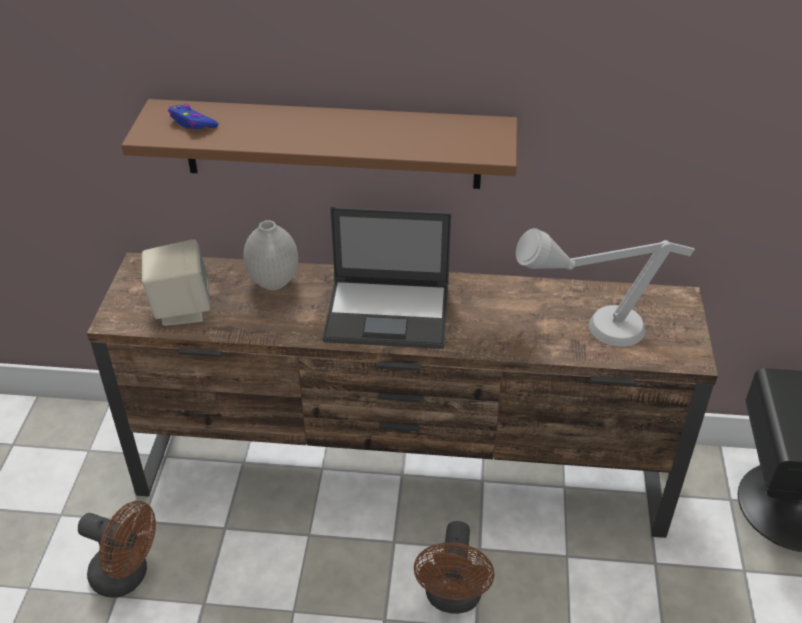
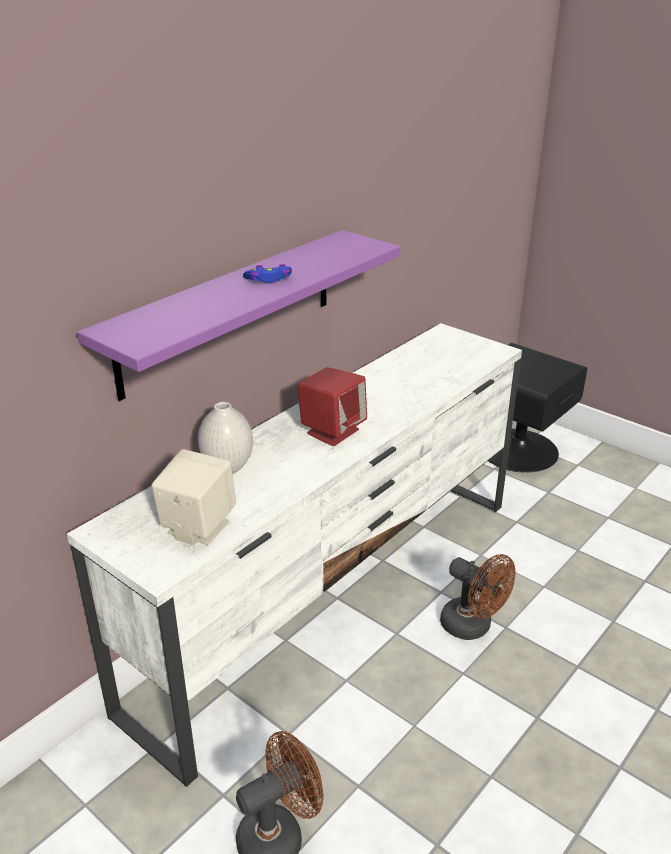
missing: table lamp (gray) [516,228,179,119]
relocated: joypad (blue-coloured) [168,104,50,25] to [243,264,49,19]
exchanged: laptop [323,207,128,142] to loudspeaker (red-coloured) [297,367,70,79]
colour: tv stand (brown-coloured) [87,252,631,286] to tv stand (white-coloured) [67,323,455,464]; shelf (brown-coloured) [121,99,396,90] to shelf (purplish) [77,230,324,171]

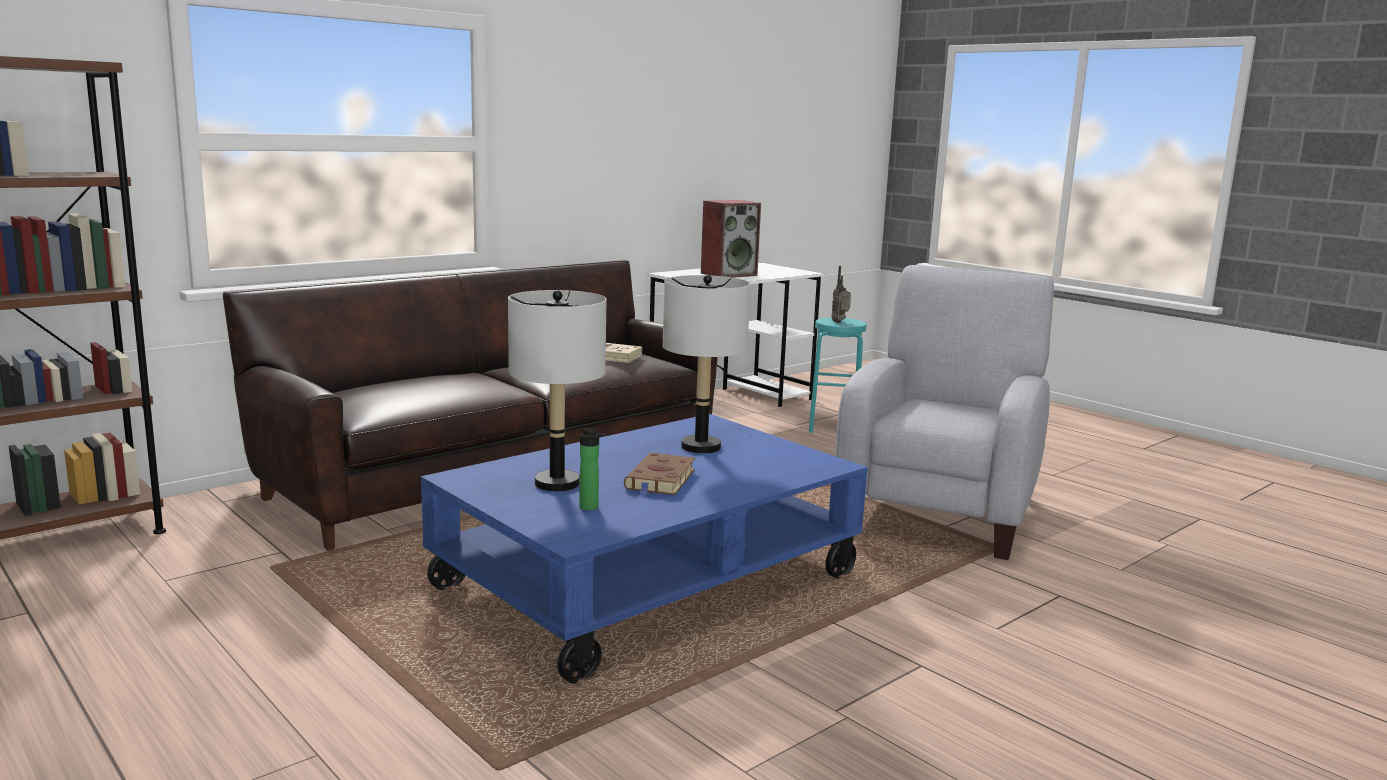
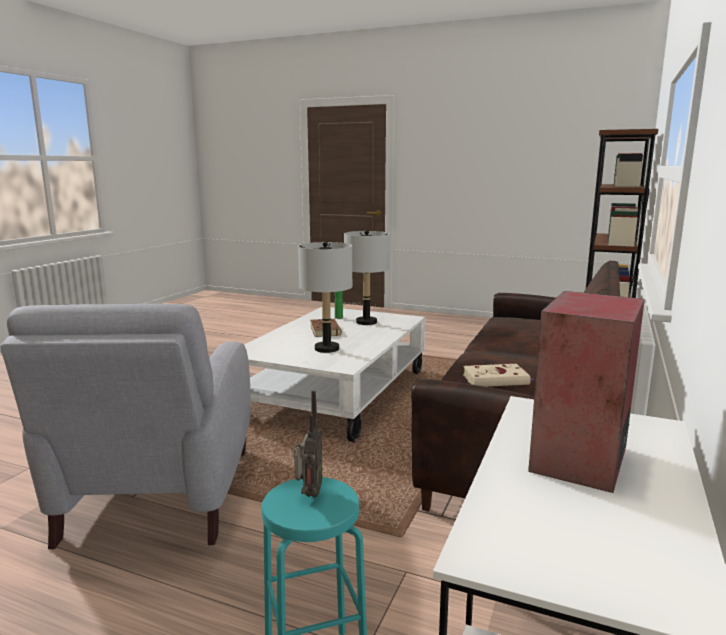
colour: lounge table (blue-coloured) [421,414,447,270] to lounge table (white-coloured) [244,307,182,135]

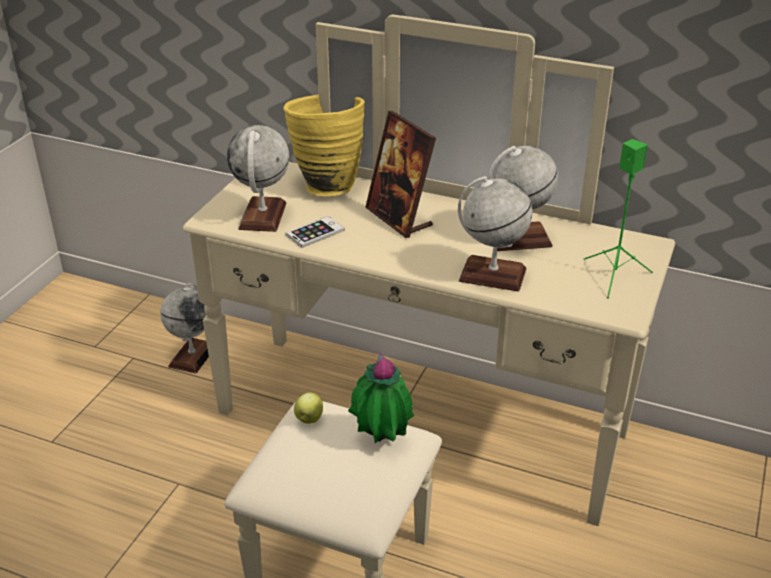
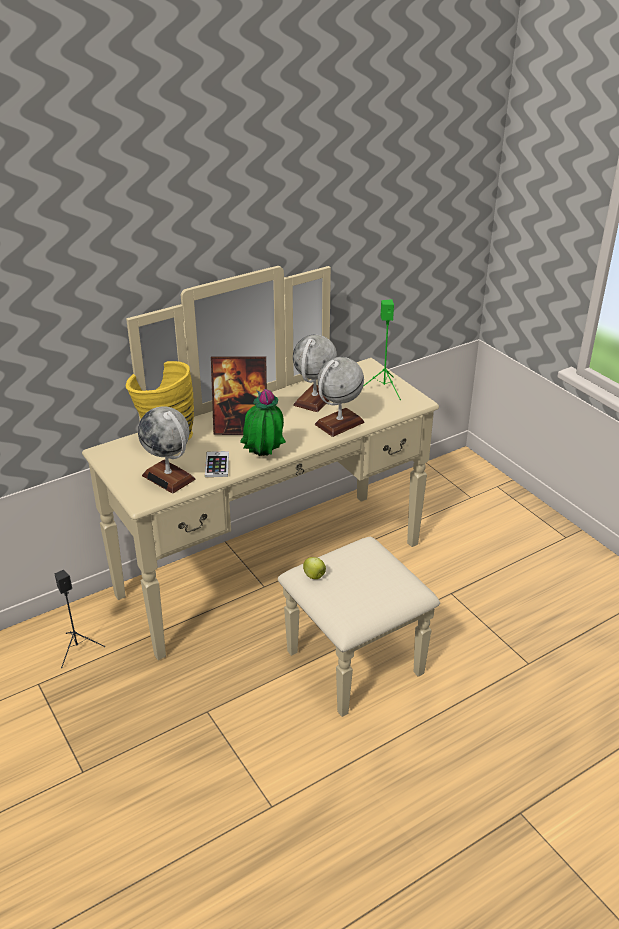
relocated: plant in a pot [348,352,66,91] to [240,389,46,67]
exchanged: world globe [160,283,49,91] to loudspeaker (blackish) [55,570,50,98]

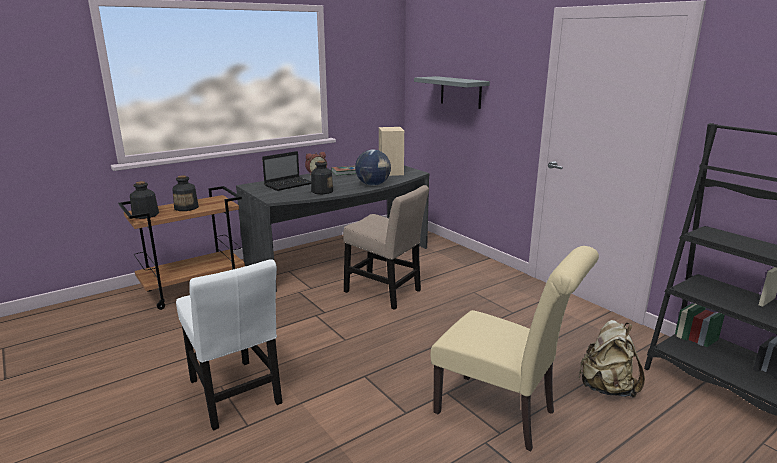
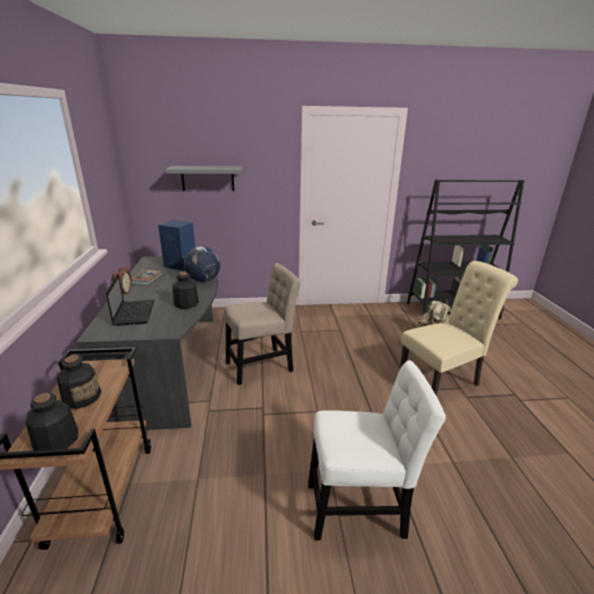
colour: loudspeaker (beige-coloured) [379,127,25,49] to loudspeaker (blue-coloured) [158,220,37,51]

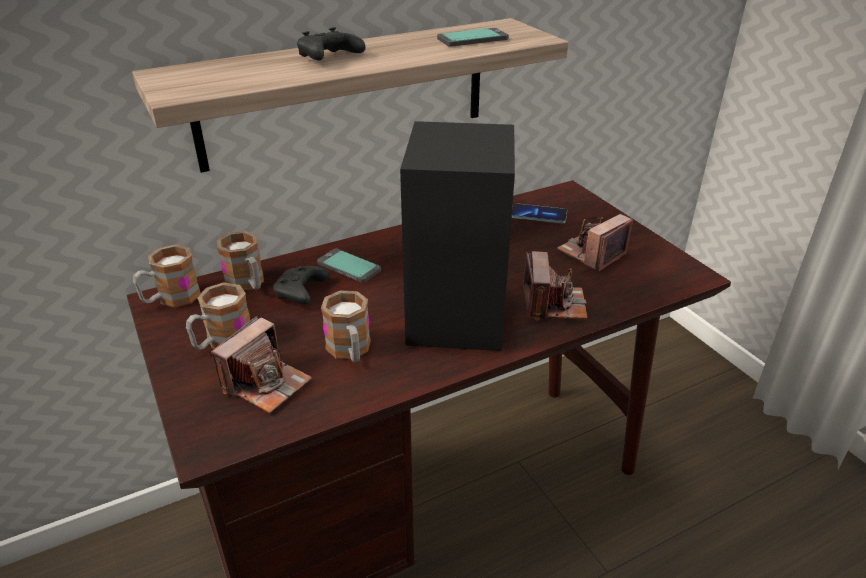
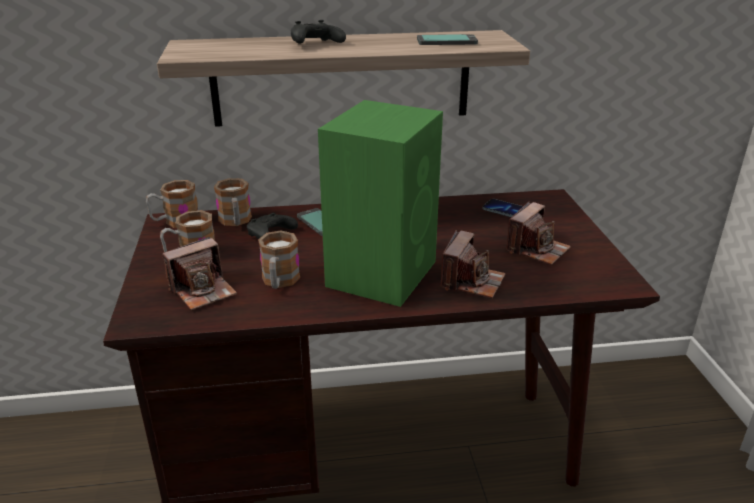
colour: loudspeaker (blackish) [400,121,115,230] to loudspeaker (greenish) [318,100,125,207]
spun: photo camera [557,214,76,57] = [506,202,65,63] 150 degrees clockwise

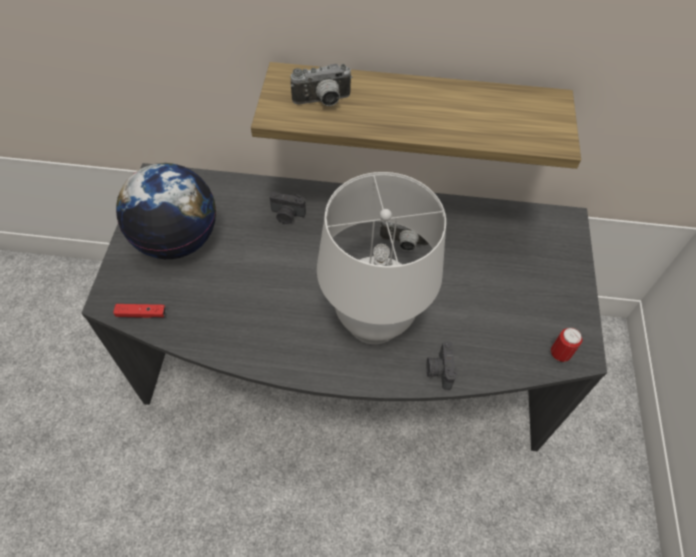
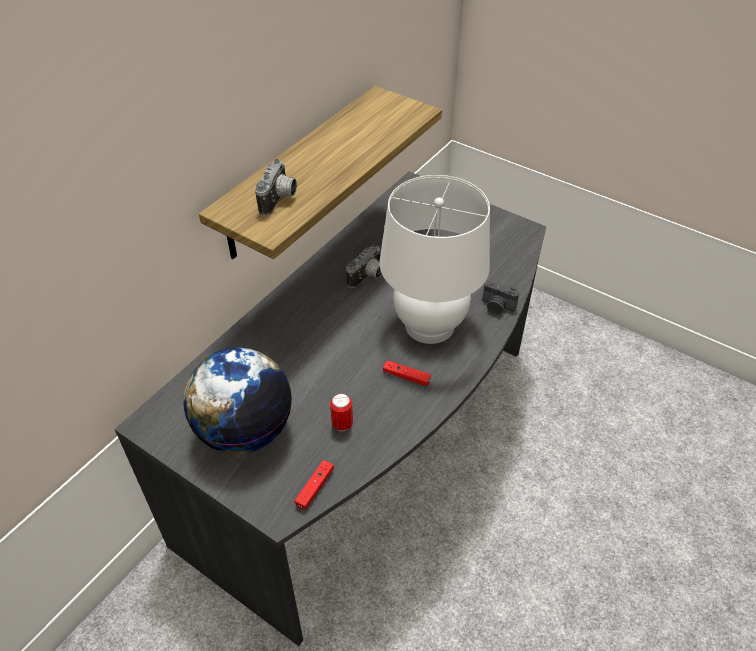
missing: photo camera [270,192,36,32]
appeared: joypad (red-coloured) [383,360,48,26]
relocated: metal can [551,328,31,34] to [330,393,23,38]

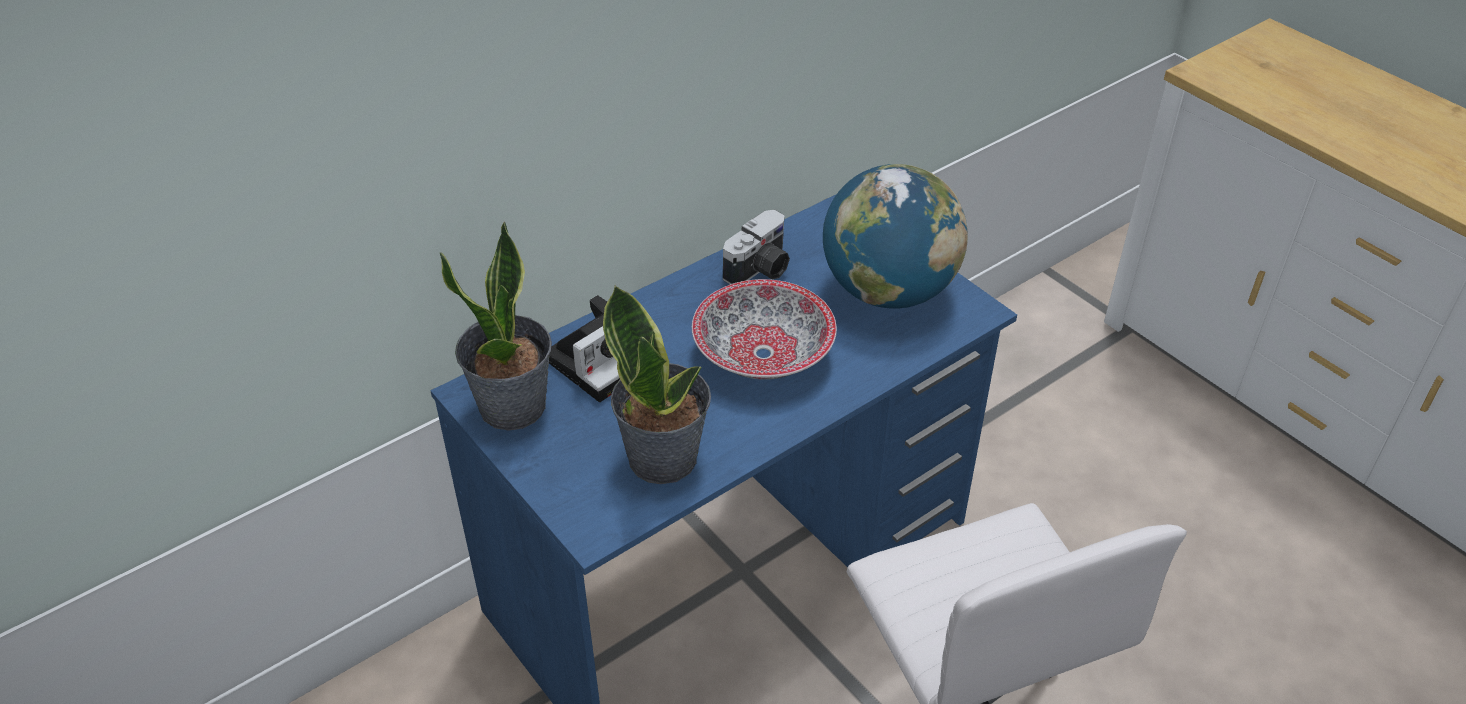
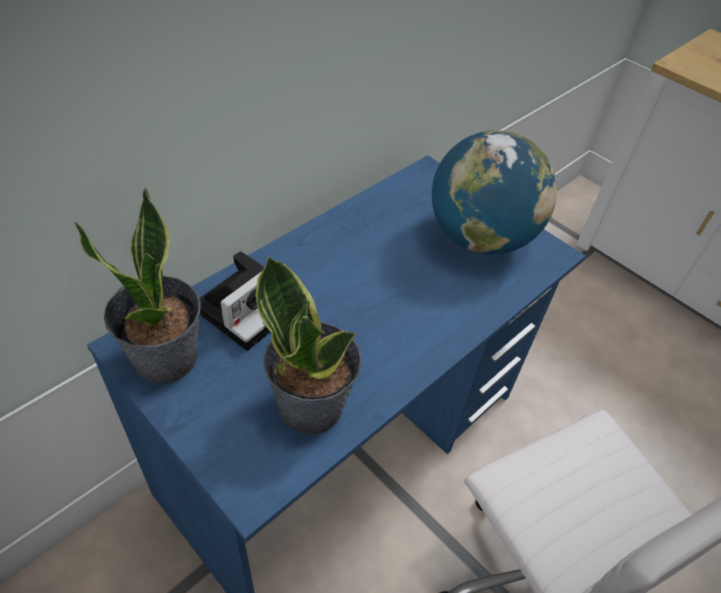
missing: deep dish [692,279,145,101]; photo camera [723,210,67,74]

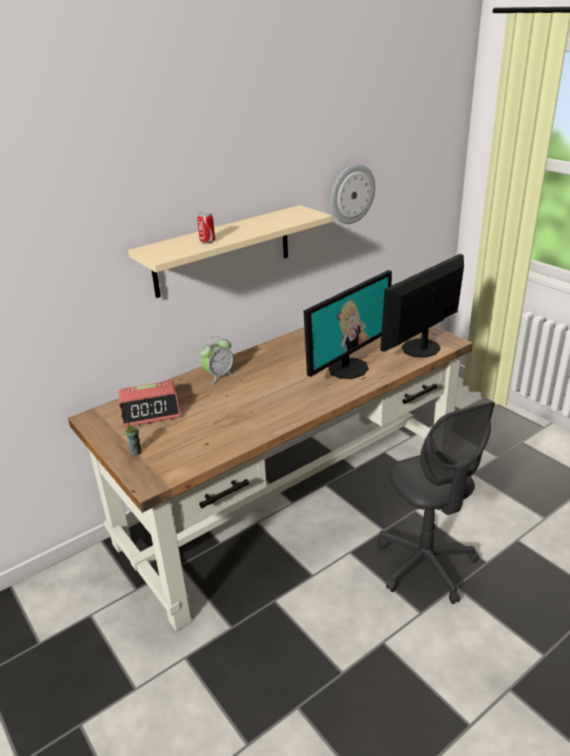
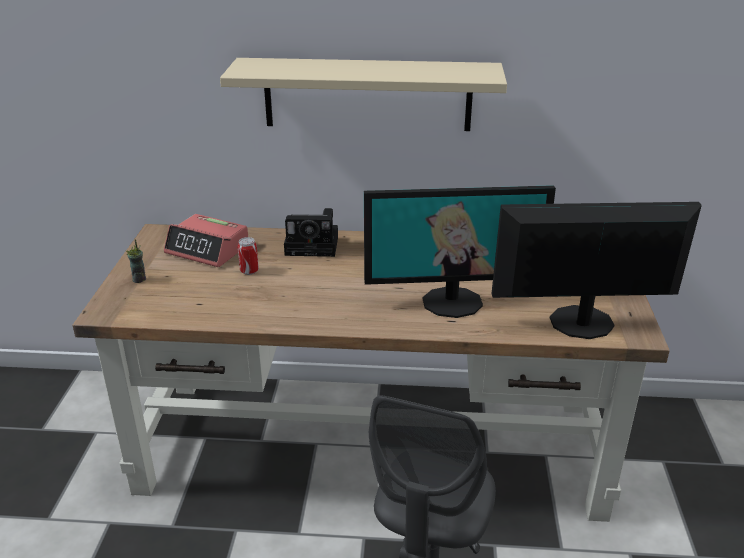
missing: hanging clock [331,164,44,60]
relocated: metal can [197,211,18,32] to [237,237,22,38]
exchanged: table clock [199,336,36,48] to photo camera [284,208,54,49]

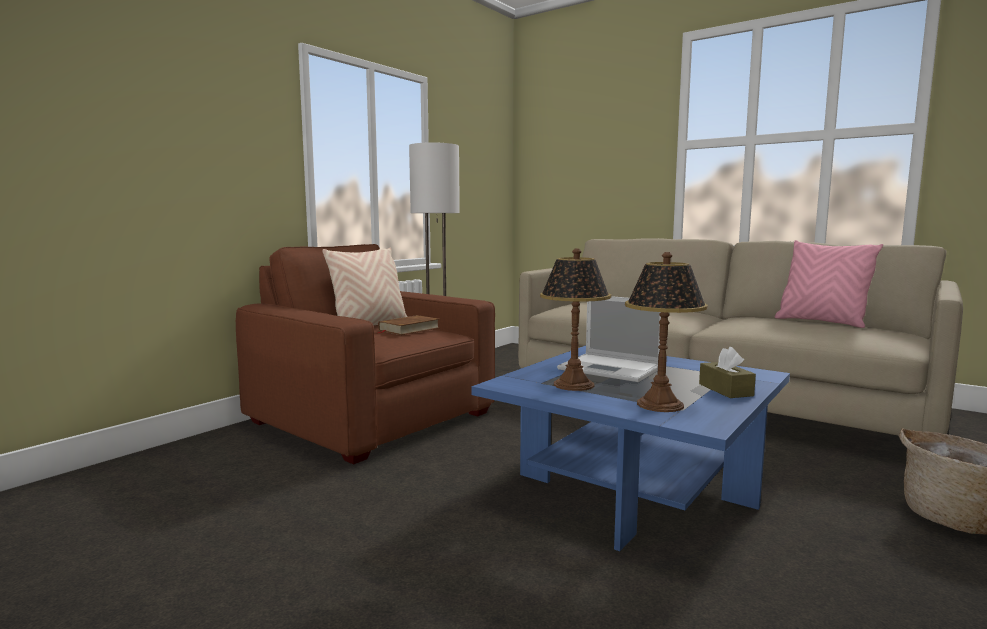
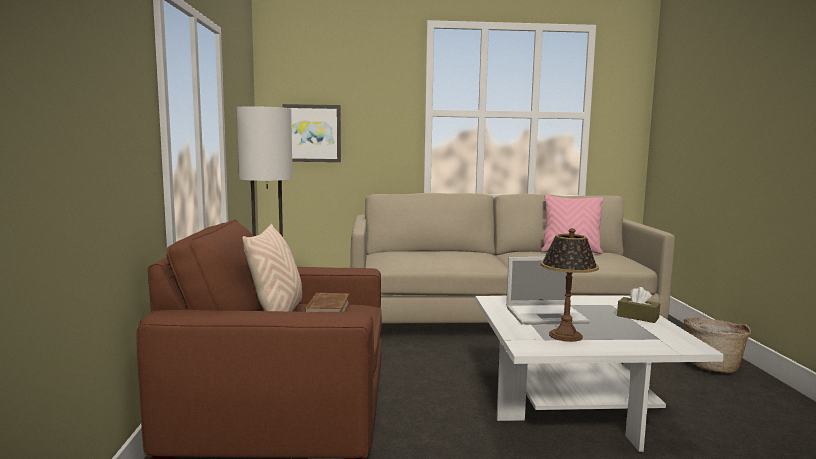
missing: table lamp [625,252,83,160]
appeared: wall art [283,104,58,58]
colour: lounge table (blue-coloured) [472,345,318,206] to lounge table (white-coloured) [475,296,249,156]

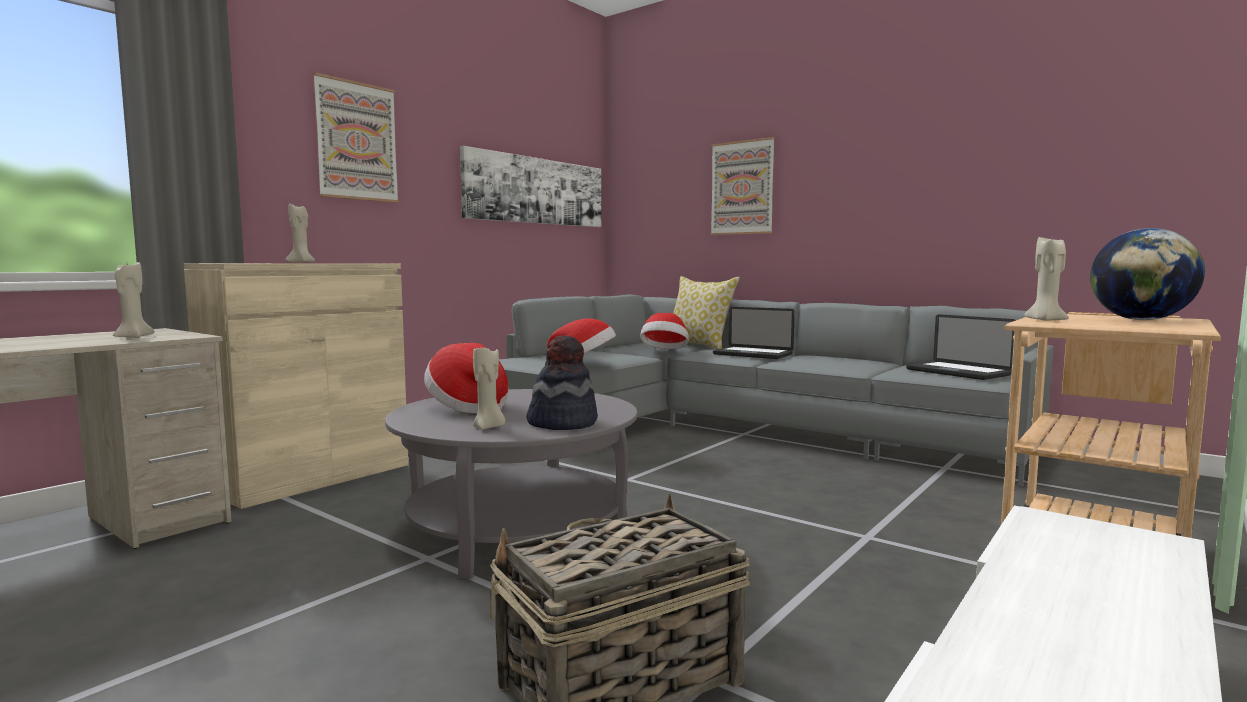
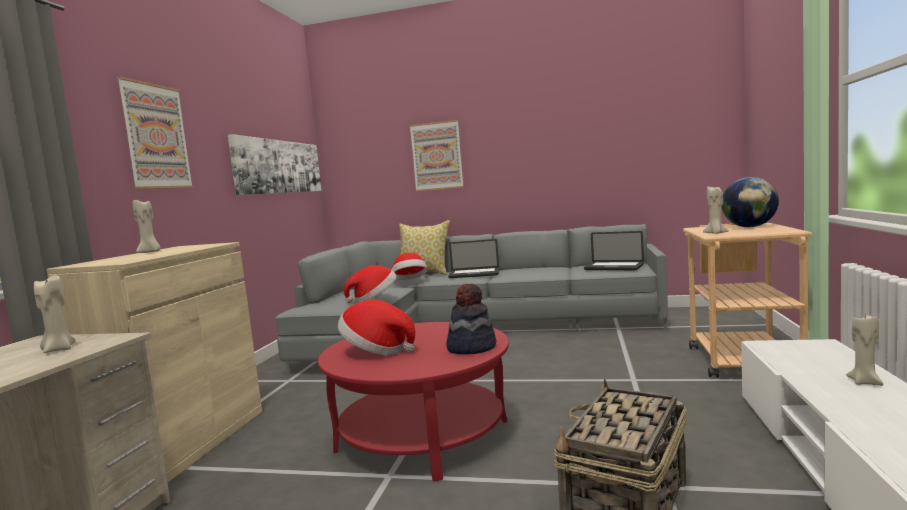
relocated: candle (beige-coloured) [473,348,32,82] to [846,315,38,71]
colour: lounge table (gray) [385,389,252,190] to lounge table (red-coloured) [318,322,191,159]

